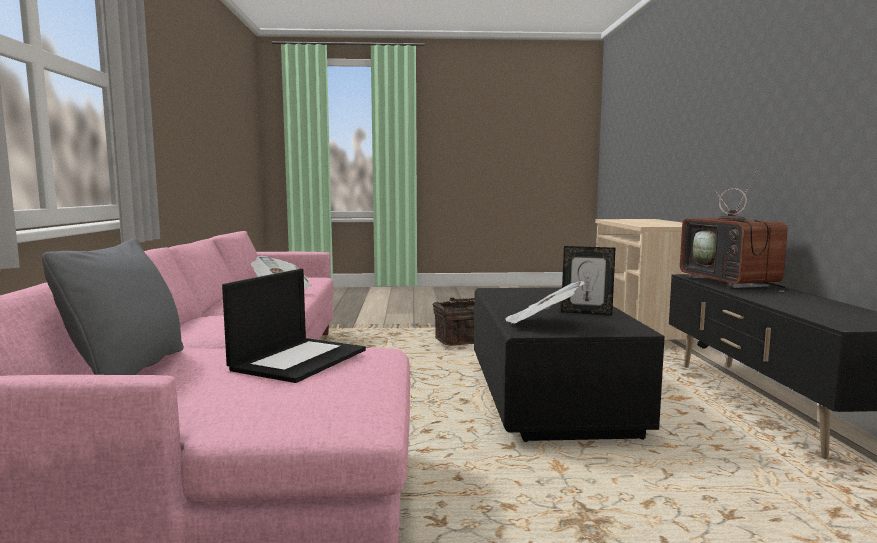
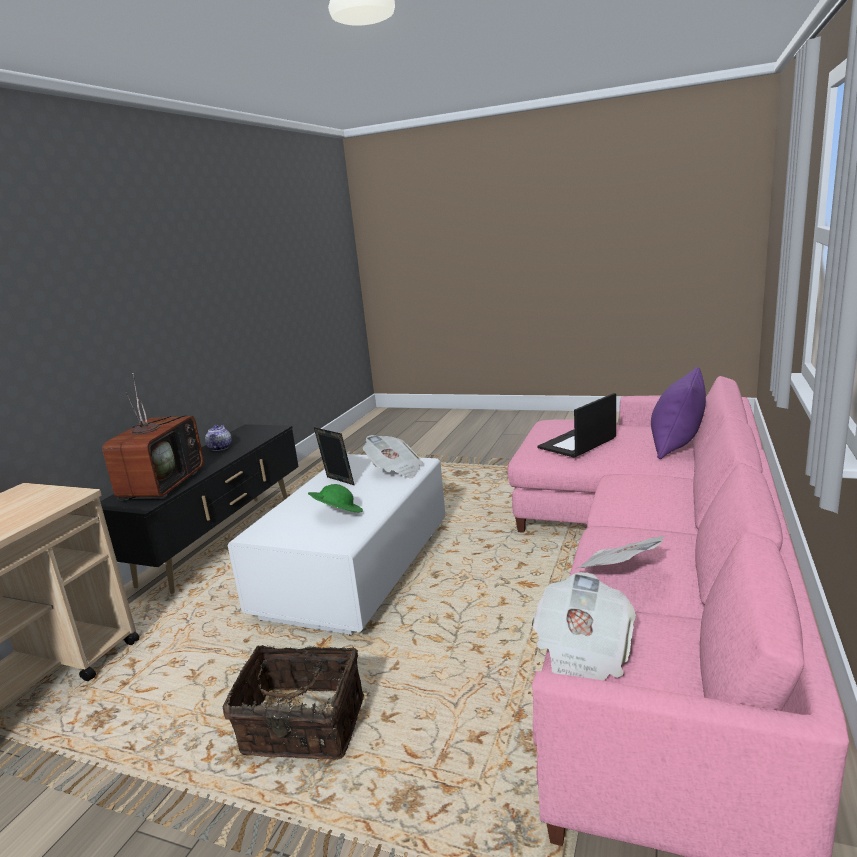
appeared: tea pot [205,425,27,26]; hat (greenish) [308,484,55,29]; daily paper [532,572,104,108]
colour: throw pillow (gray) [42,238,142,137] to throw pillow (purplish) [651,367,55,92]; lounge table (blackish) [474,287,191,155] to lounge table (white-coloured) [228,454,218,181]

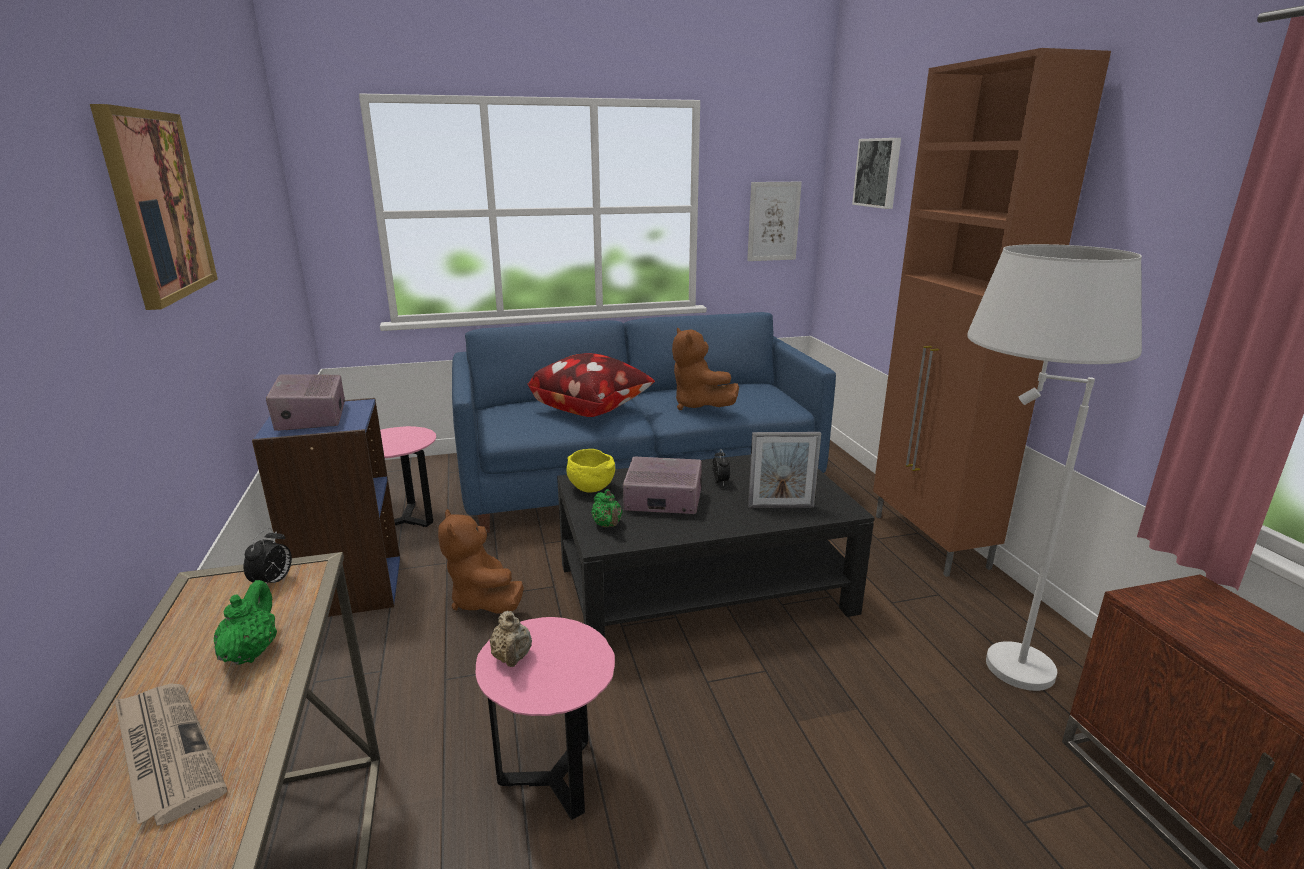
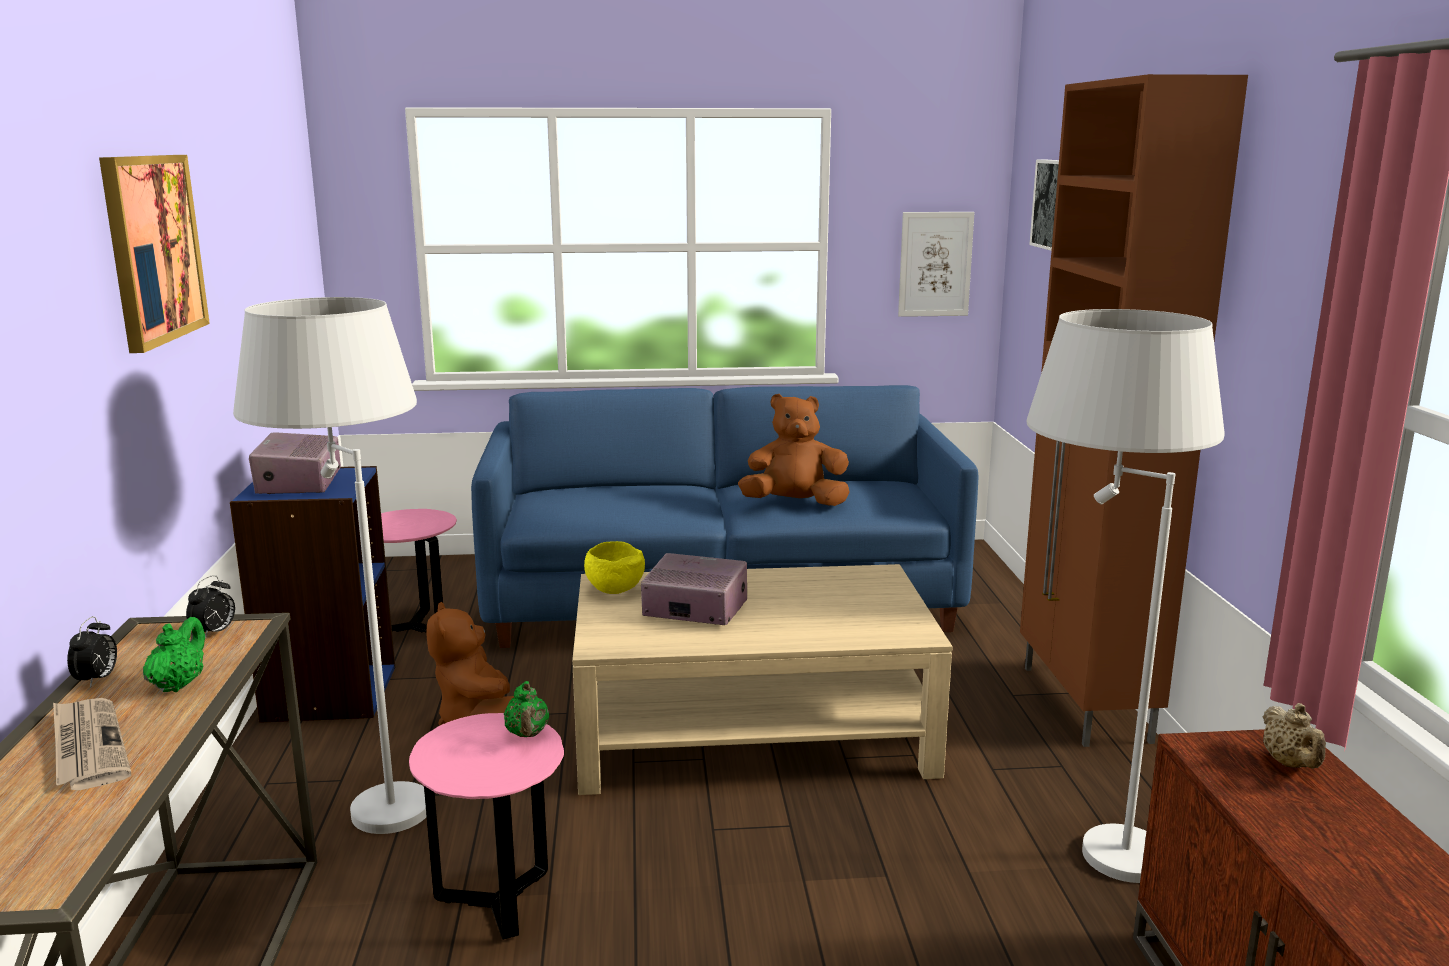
missing: throw pillow [527,353,128,64]; picture frame [748,432,73,76]
appeared: standard lamp (white-coloured) [233,297,194,537]
relocated: tea pot (beige-coloured) [489,611,43,56] to [1263,703,63,66]; tea pot (greenish) [591,489,32,38] to [504,681,45,56]; table clock [712,449,18,37] to [67,616,50,72]
colour: lounge table (blackish) [557,455,318,182] to lounge table (beige-coloured) [572,564,381,231]
spun: plush toy (brown-coloured) [672,328,67,82] = [738,394,112,112] 105 degrees clockwise

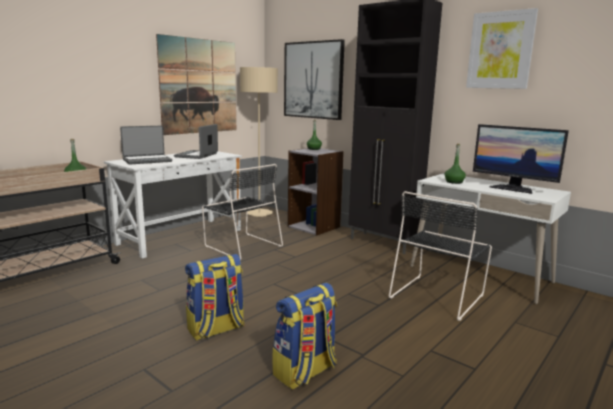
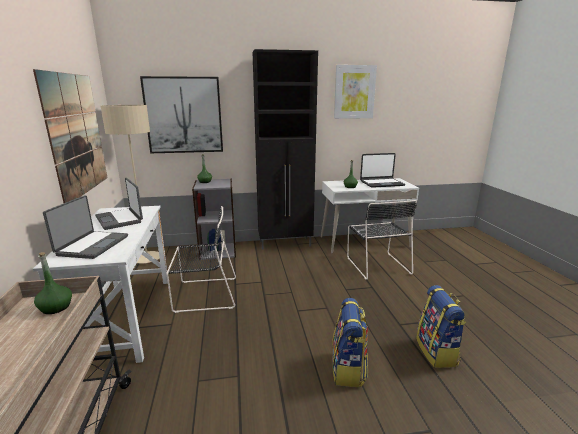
exchanged: computer display [473,124,96,70] to laptop [360,153,45,35]

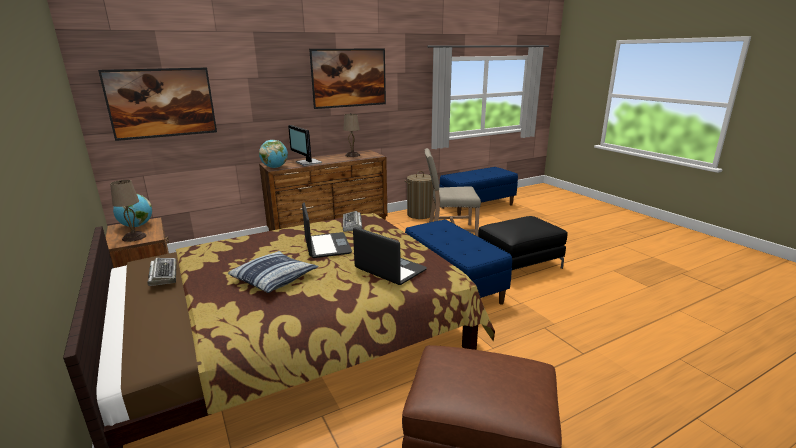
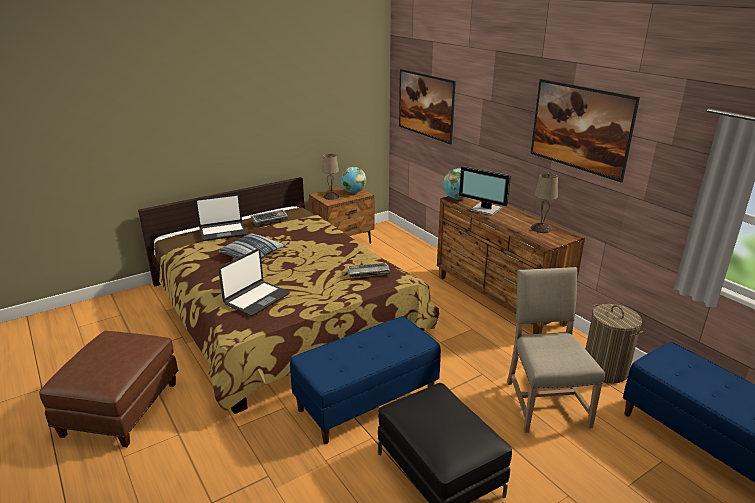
relocated: laptop [302,202,50,56] to [195,194,52,47]
spun: computer display [288,125,34,41] = [459,166,52,50] 105 degrees counterclockwise

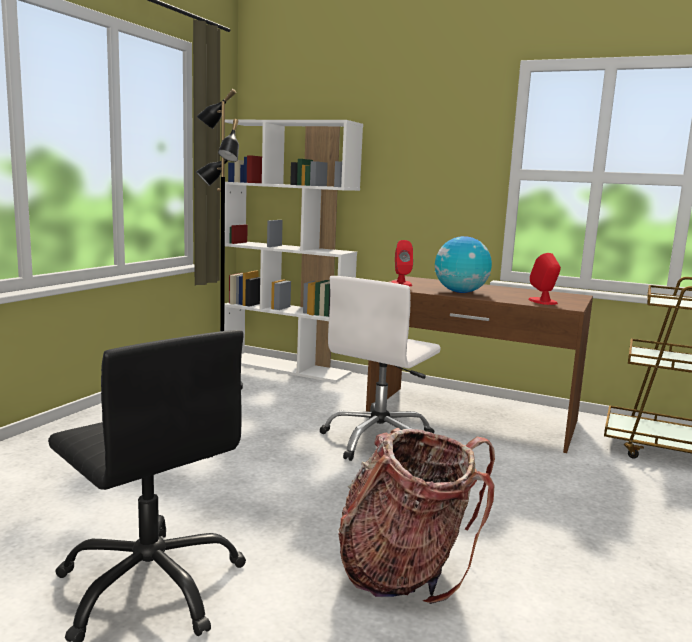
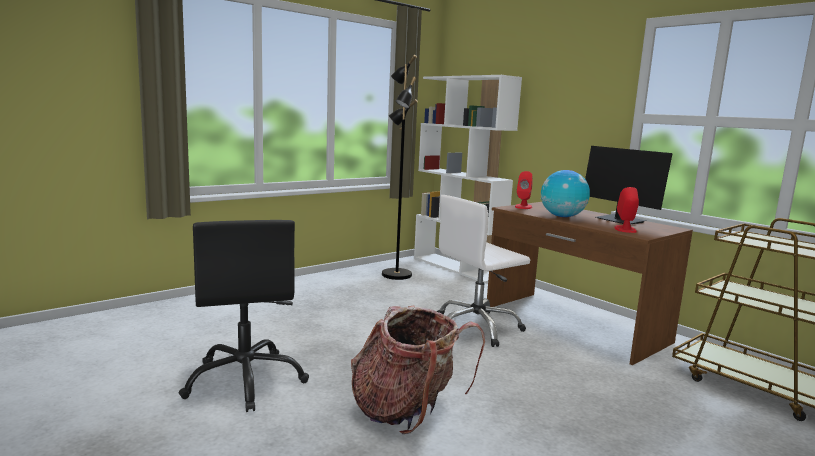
appeared: computer display [585,146,88,78]

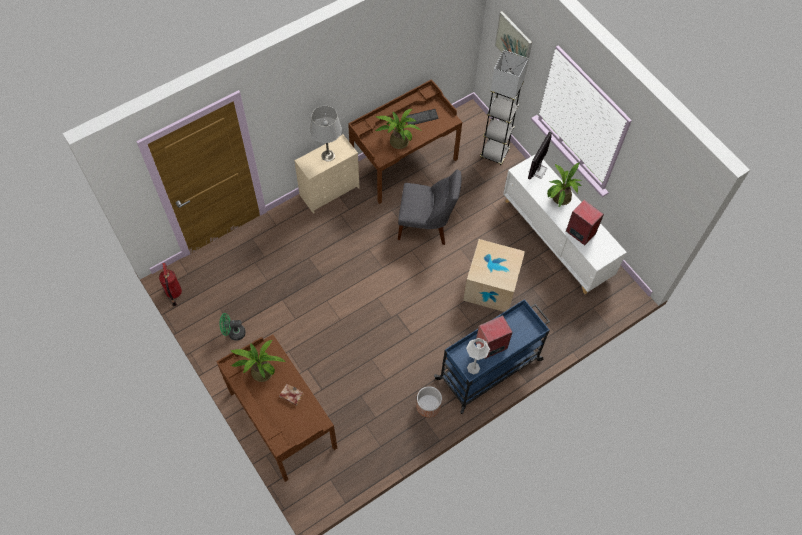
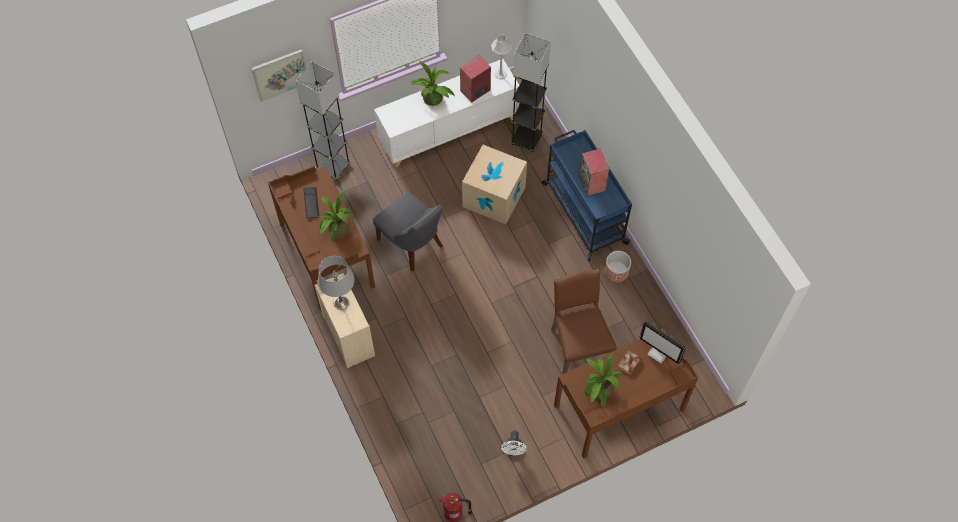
appeared: standard lamp (gray) [510,33,41,119]; upright chair (brown-coloured) [551,269,66,105]
relocated: table lamp (gray) [466,338,24,37] to [491,34,21,45]; computer display [528,132,24,48] to [639,321,47,43]
colour: electric fan (greenish) [219,313,27,27] to electric fan (white-coloured) [501,430,26,26]
spun: upright chair (gray) [398,170,63,75] = [373,191,70,81] 120 degrees clockwise

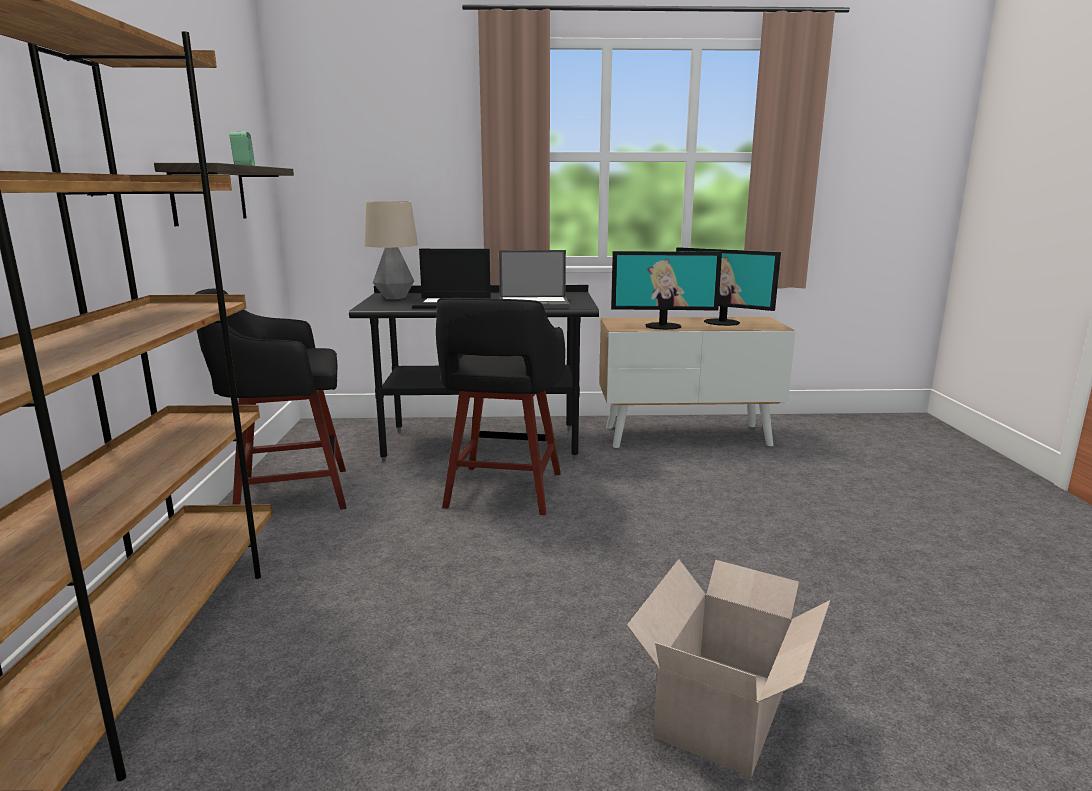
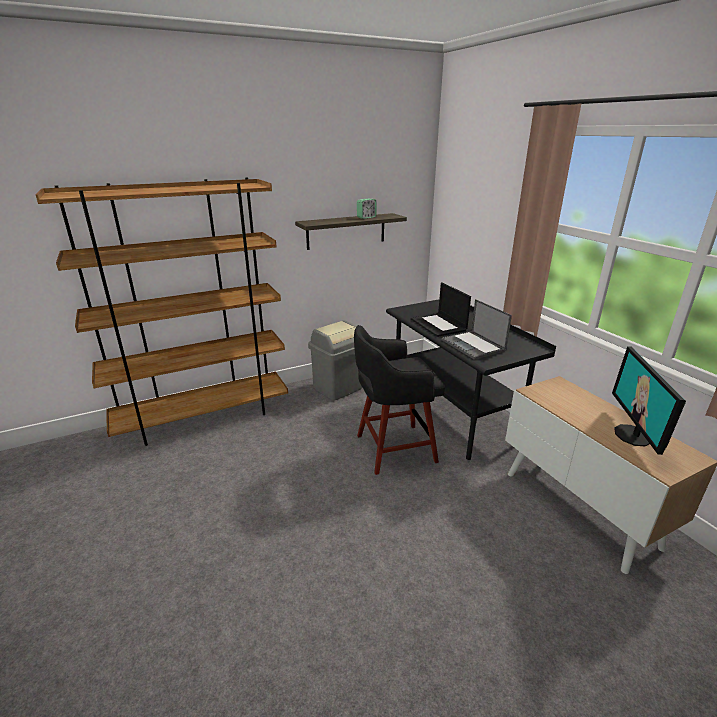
missing: table lamp [365,201,53,98]; computer display [611,251,111,79]; packing box [627,559,203,218]
exchanged: stool (blackish) [194,288,152,221] to trash can (gray) [308,320,54,81]

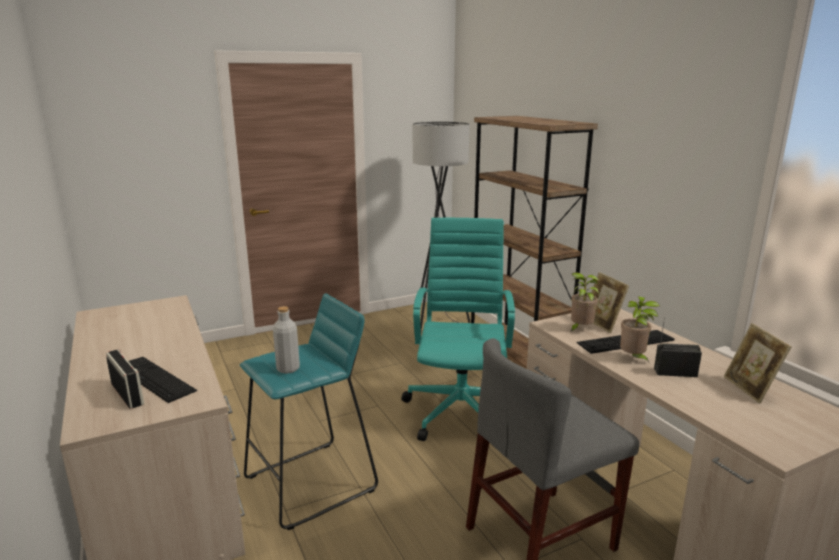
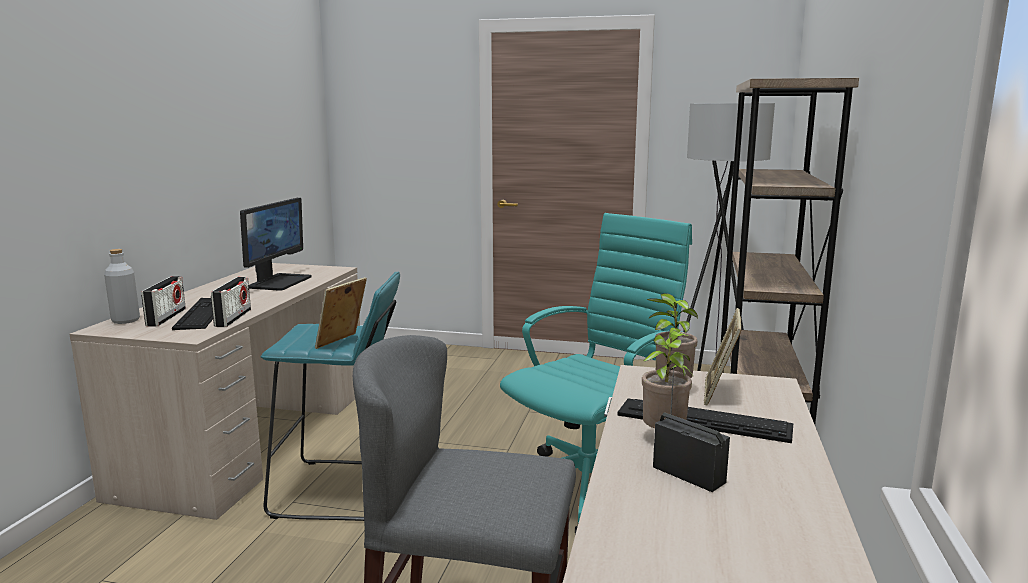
appeared: radio set [211,277,40,50]; computer display [240,198,72,93]
relocated: beverage bottle (gray) [273,306,27,68] to [104,249,36,75]; picture frame [724,323,67,80] to [315,277,52,72]

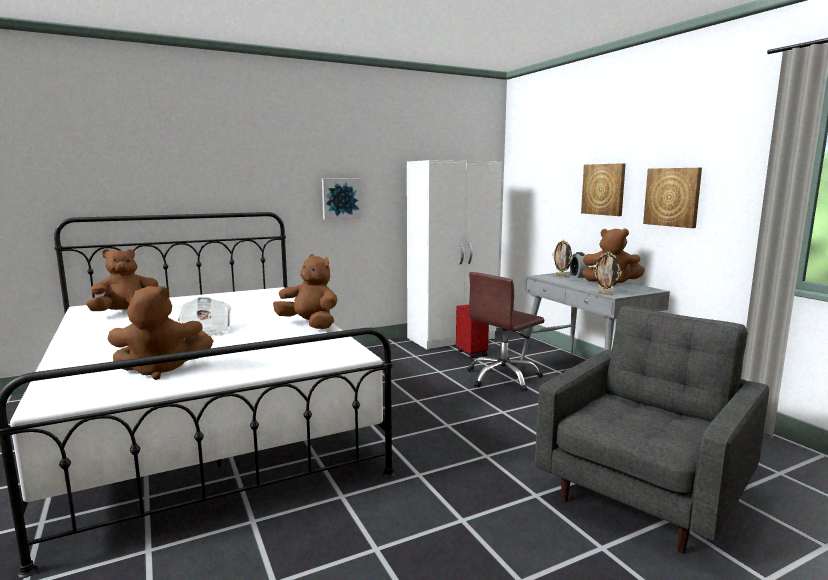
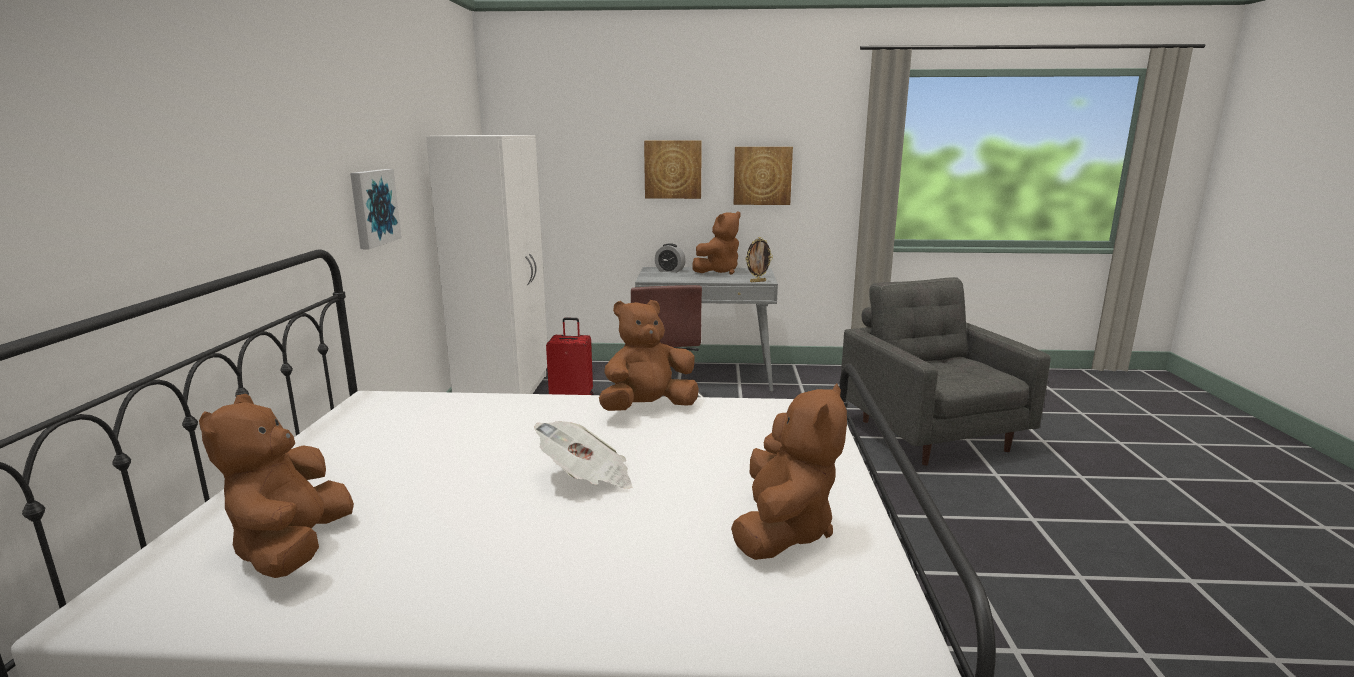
missing: picture frame [552,240,20,37]

